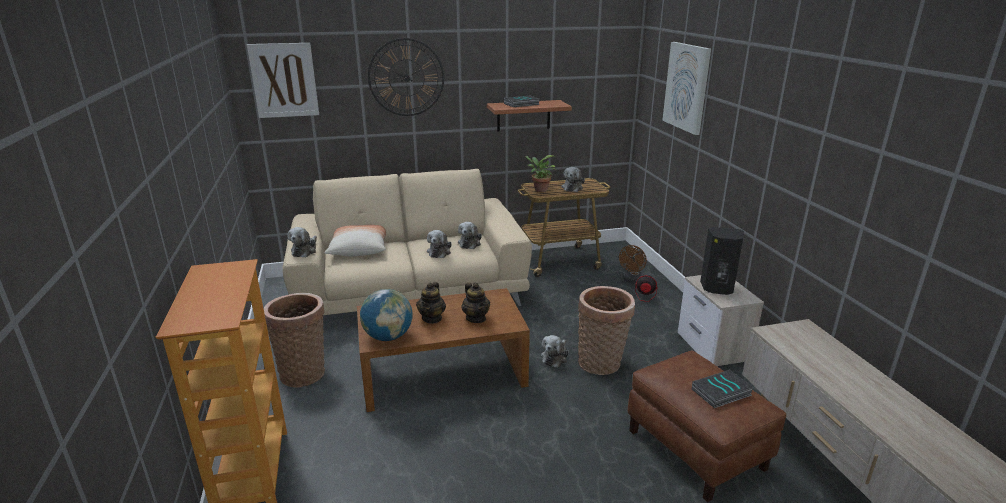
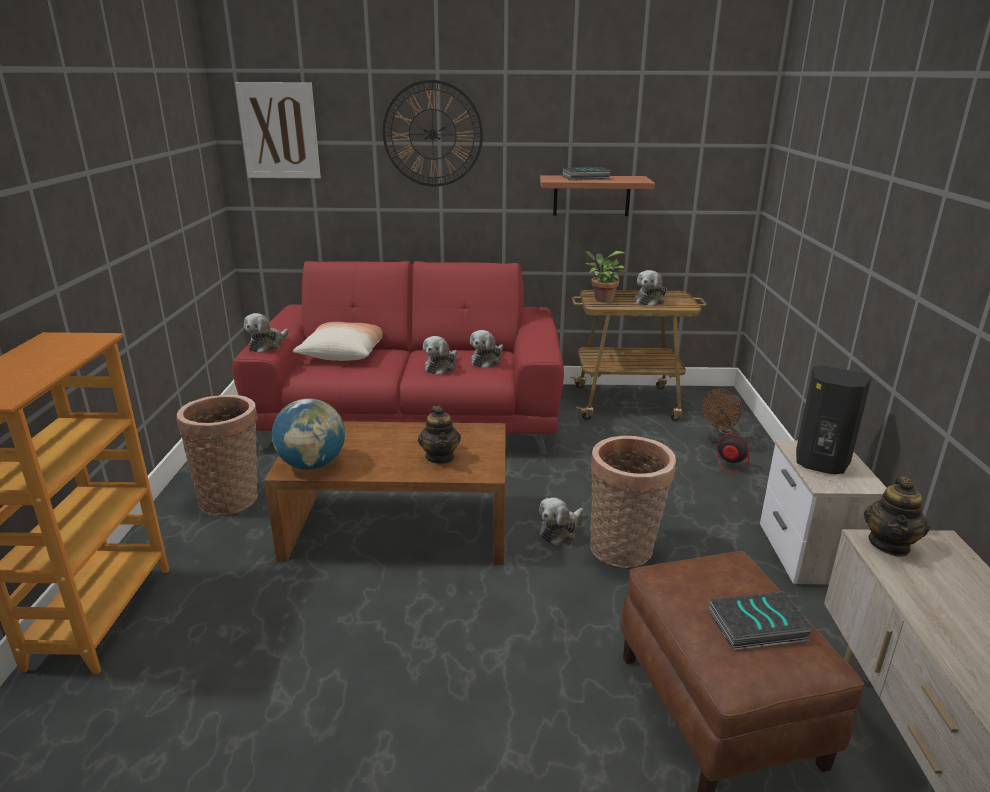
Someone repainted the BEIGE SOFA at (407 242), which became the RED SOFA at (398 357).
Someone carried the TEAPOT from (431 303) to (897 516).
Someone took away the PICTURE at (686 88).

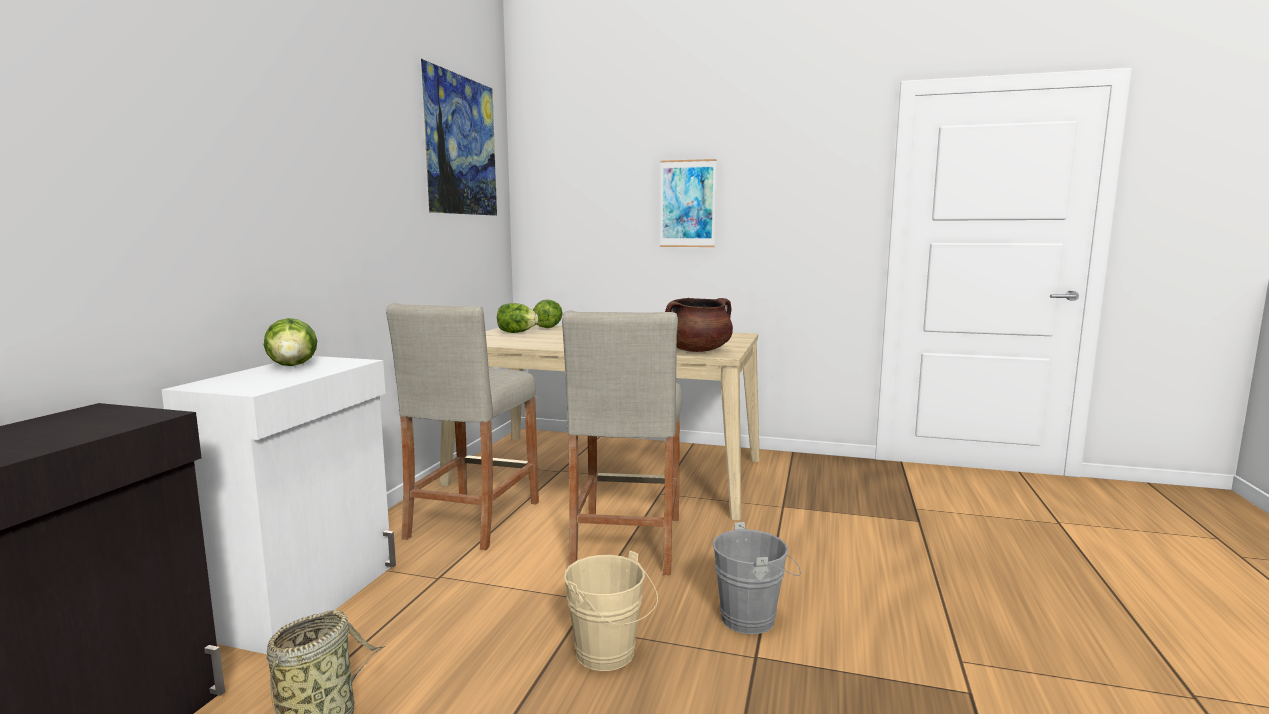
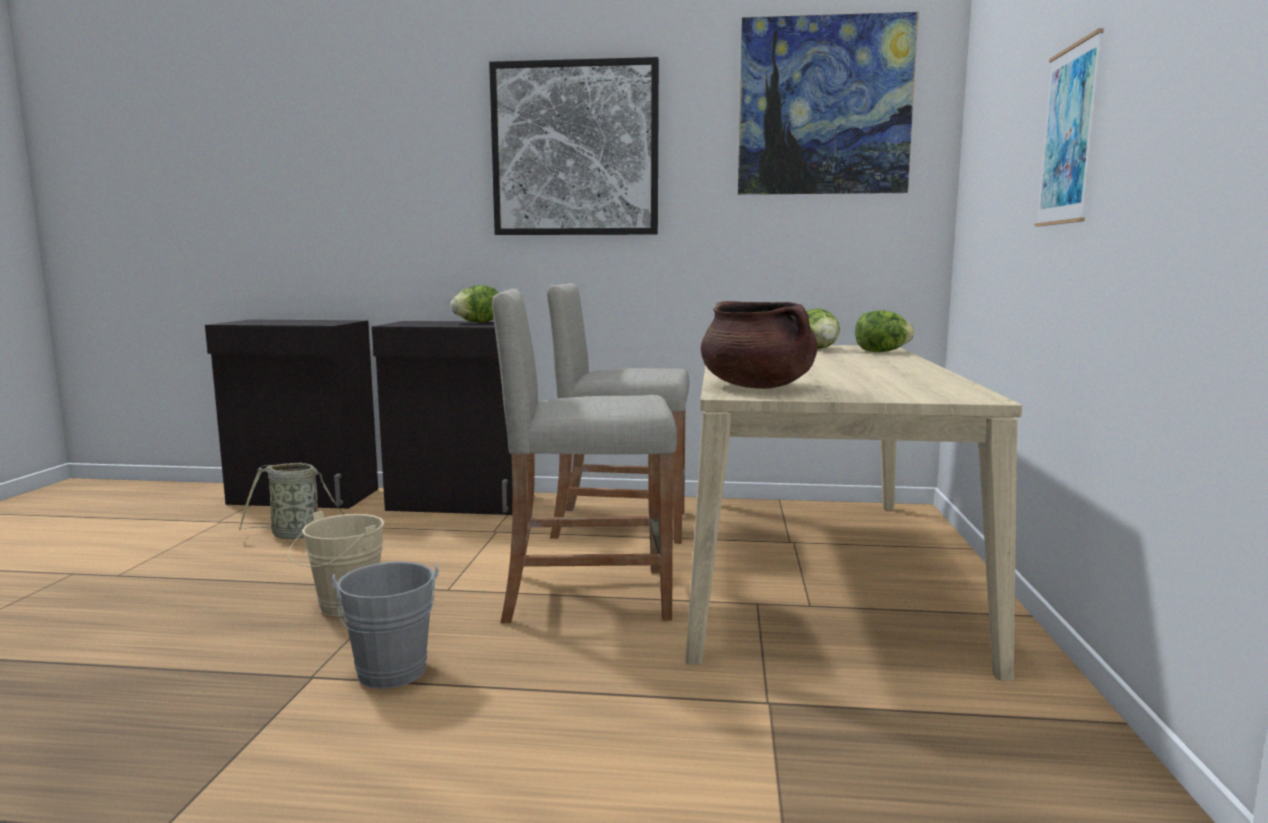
Someone repainted the WHITE CABINET at (279 505), which became the BLACK CABINET at (442 418).
Someone put up the PICTURE at (574 146).

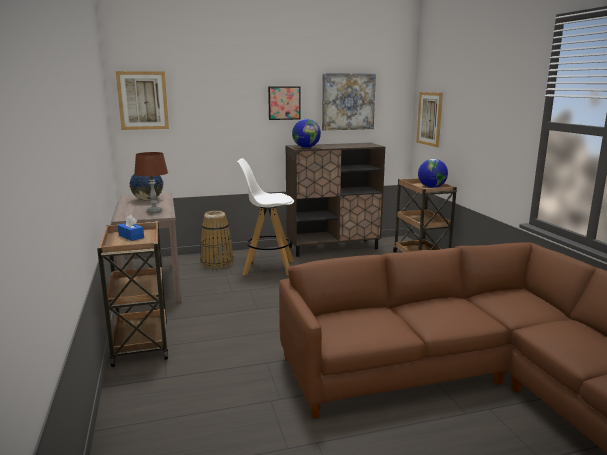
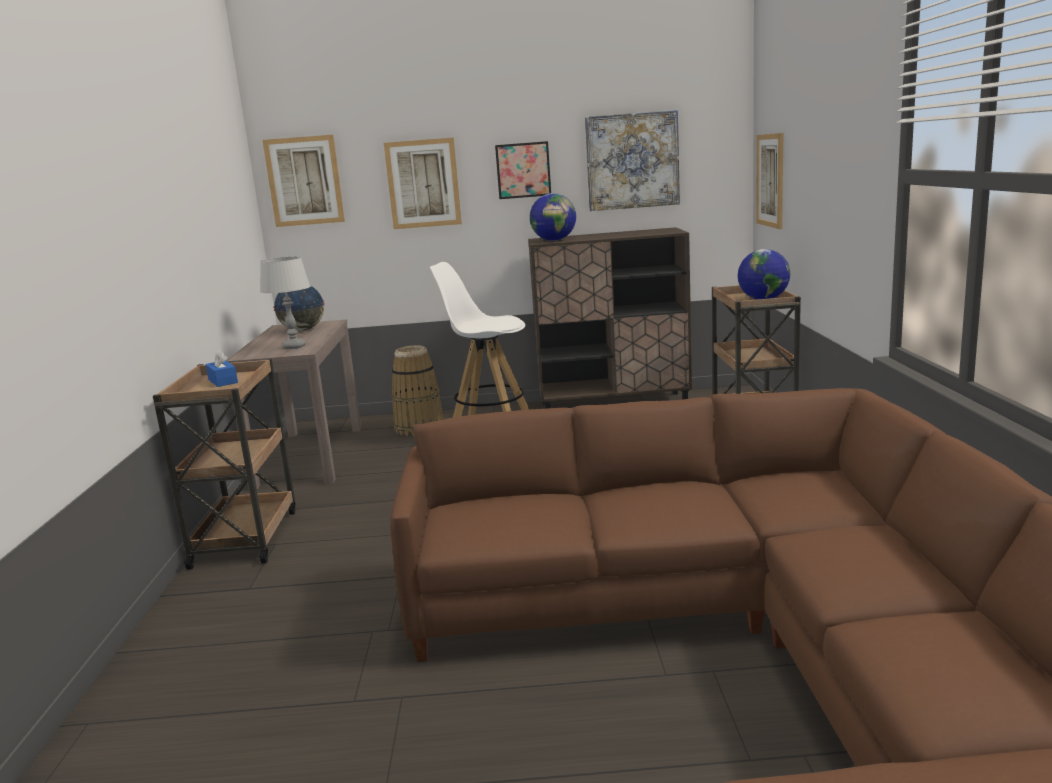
Someone repainted the BROWN TABLE LAMP at (151 183), which became the GREY TABLE LAMP at (285 303).
Someone put up the PICTURE at (423 183).

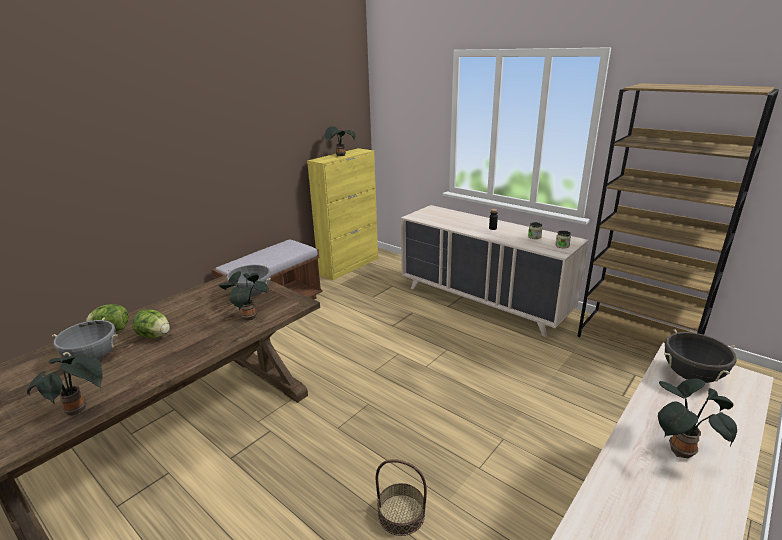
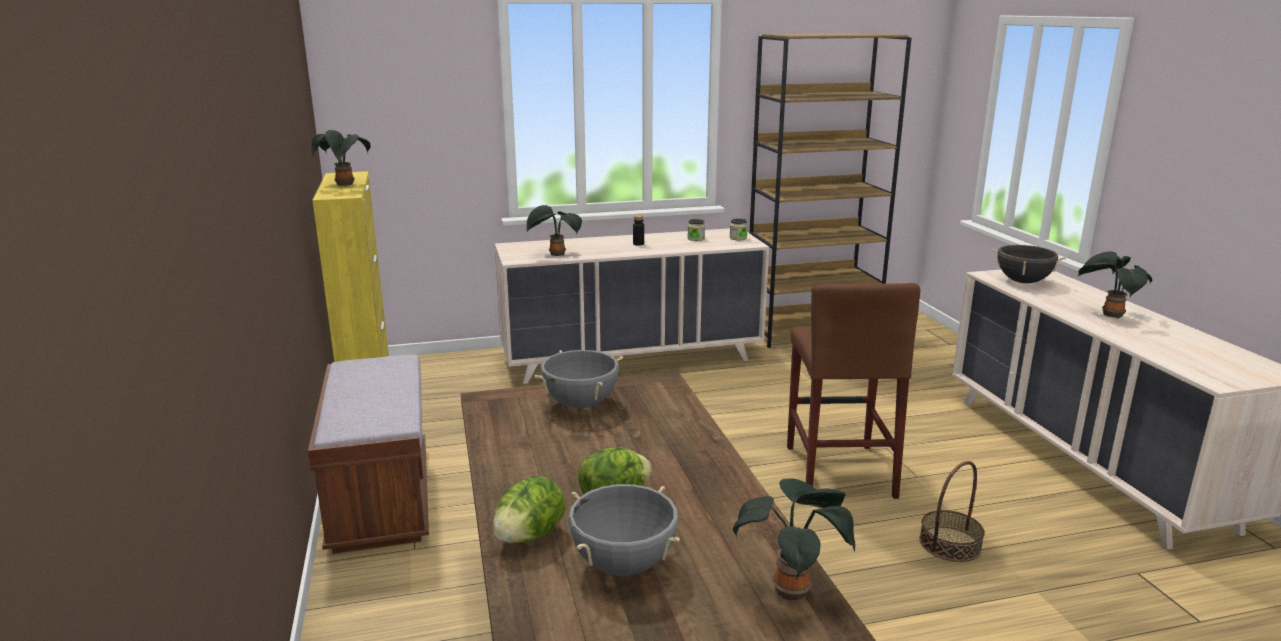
Someone carried the POTTED PLANT from (243 296) to (554 230).
Someone put down the BROWN STOOL at (854 391).

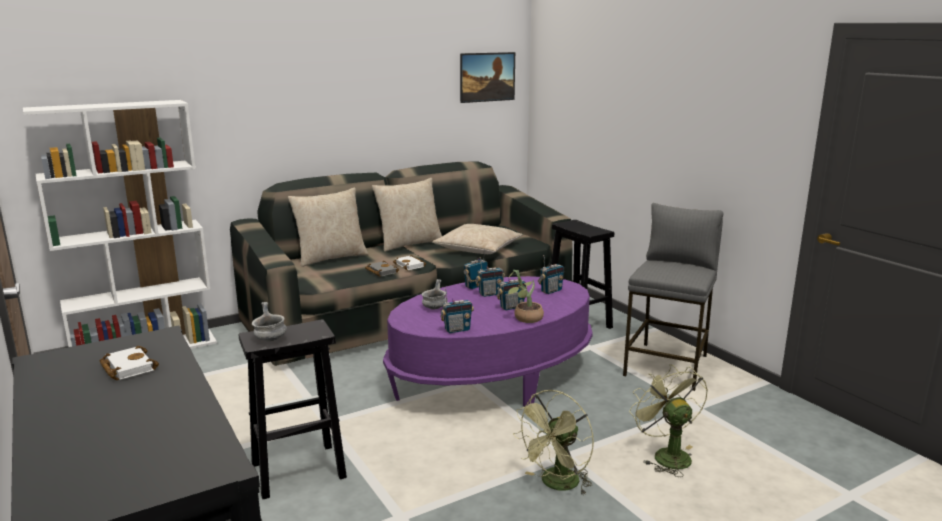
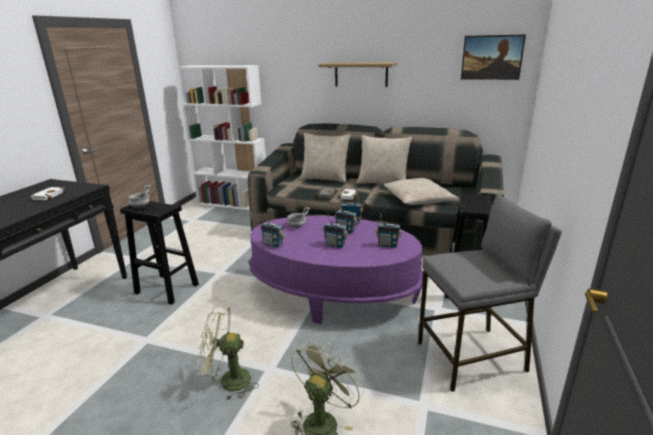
Someone took away the POTTED PLANT at (526 296).
Someone put up the SHELF at (357 74).

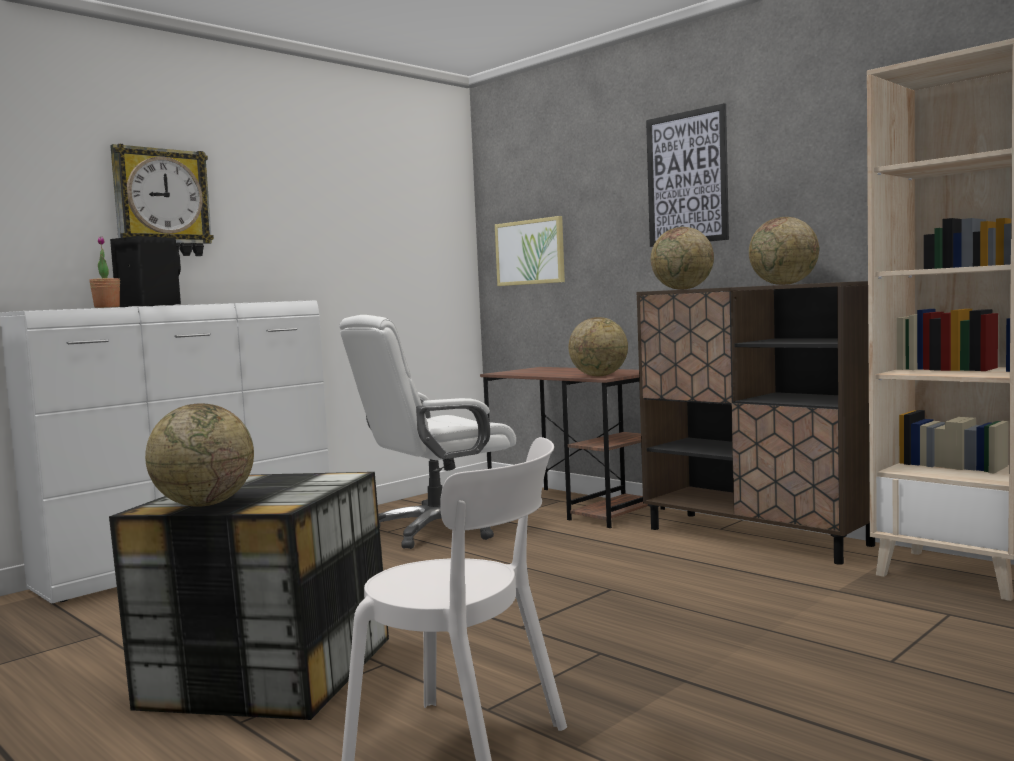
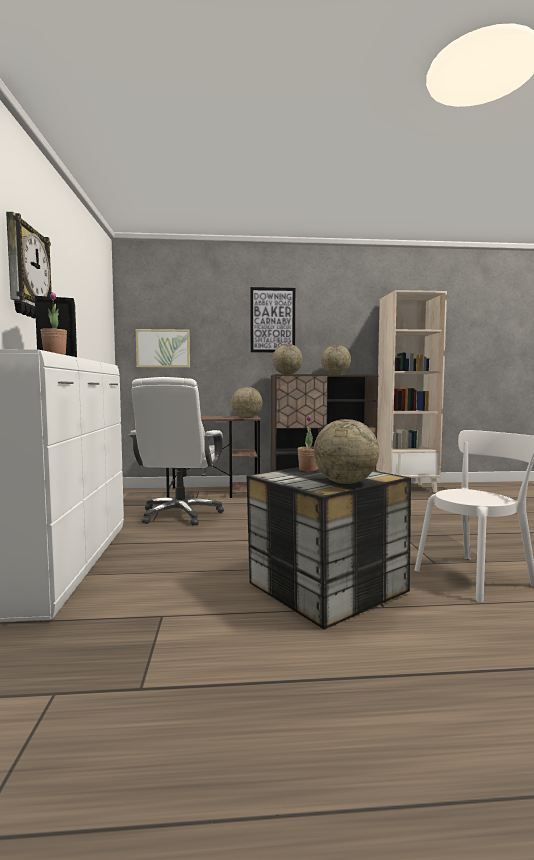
Someone put down the POTTED PLANT at (307 443).

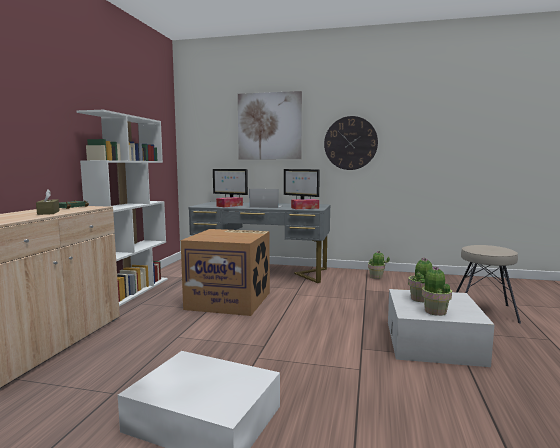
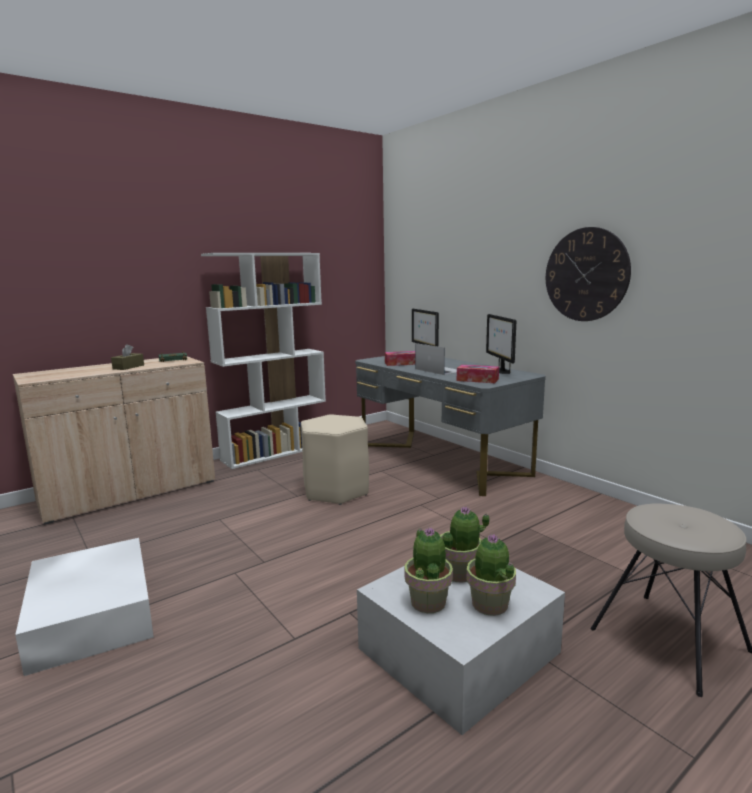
Someone swapped the CARDBOARD BOX at (225 272) for the BEIGE STOOL at (335 460).
Someone took away the PICTURE at (270 125).
Someone carried the POTTED PLANT from (379 265) to (491 575).

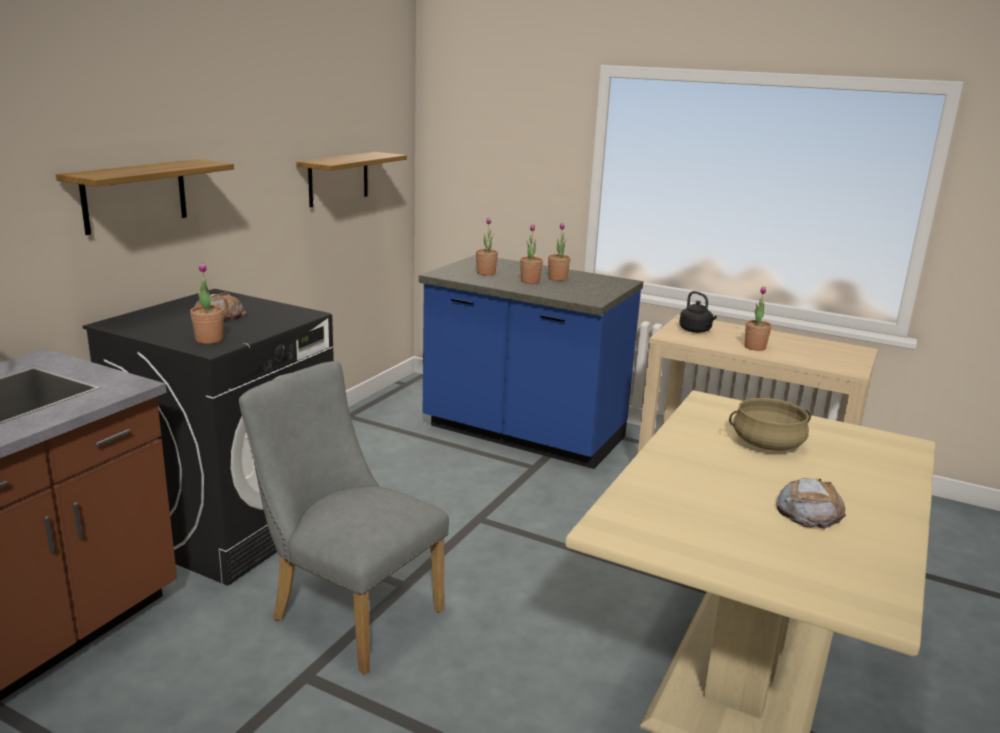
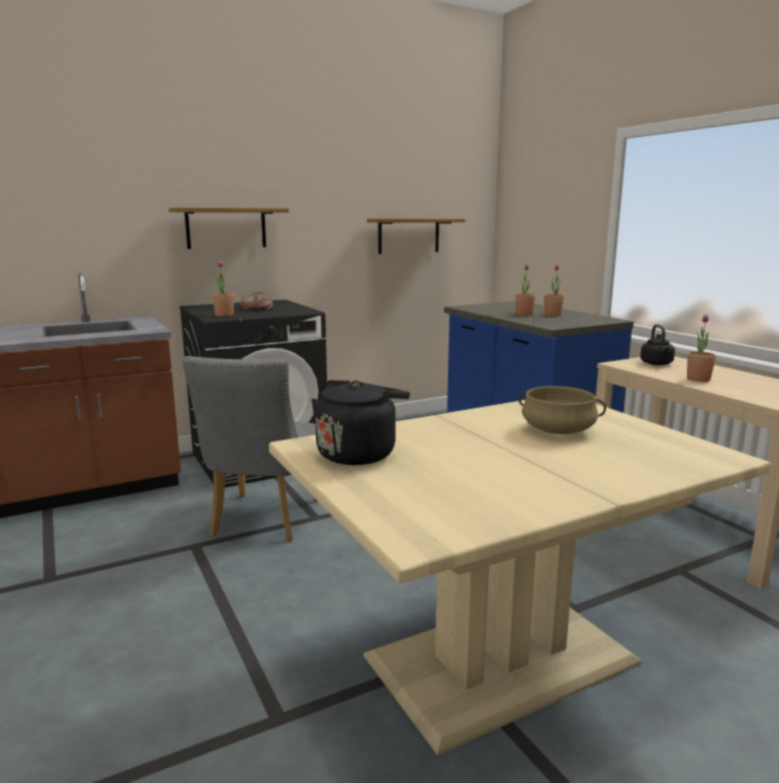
Someone rotated the GREY CHAIR at (344 517) by 150 degrees counterclockwise.
Someone took away the POTTED PLANT at (487 247).
Someone took away the BREAD at (811 503).
Someone put down the BLACK KETTLE at (360 422).

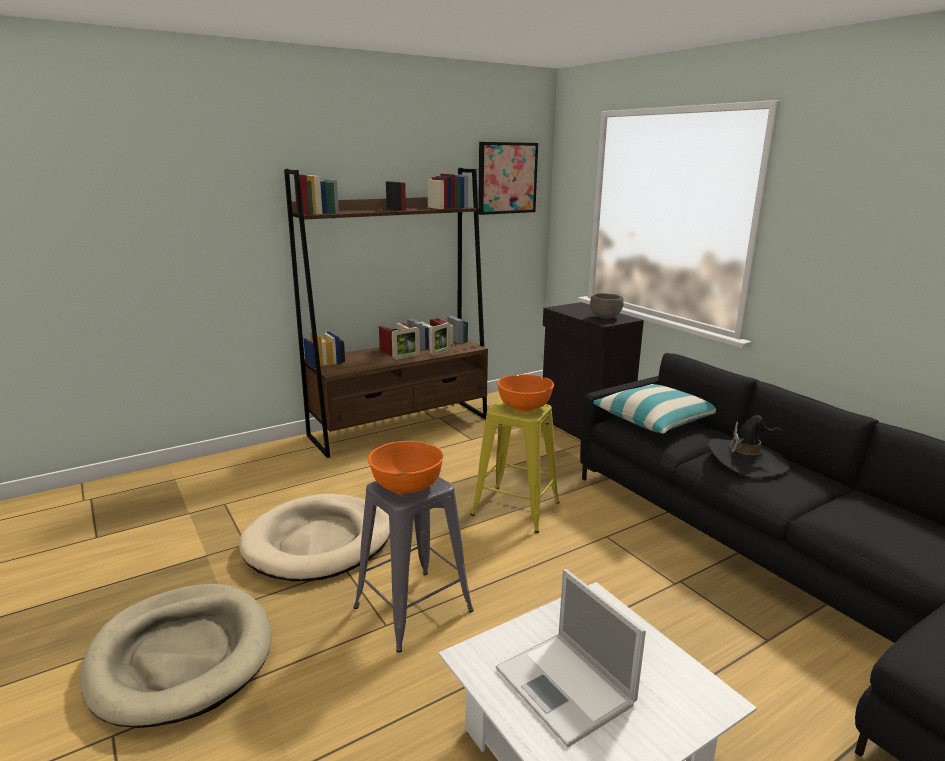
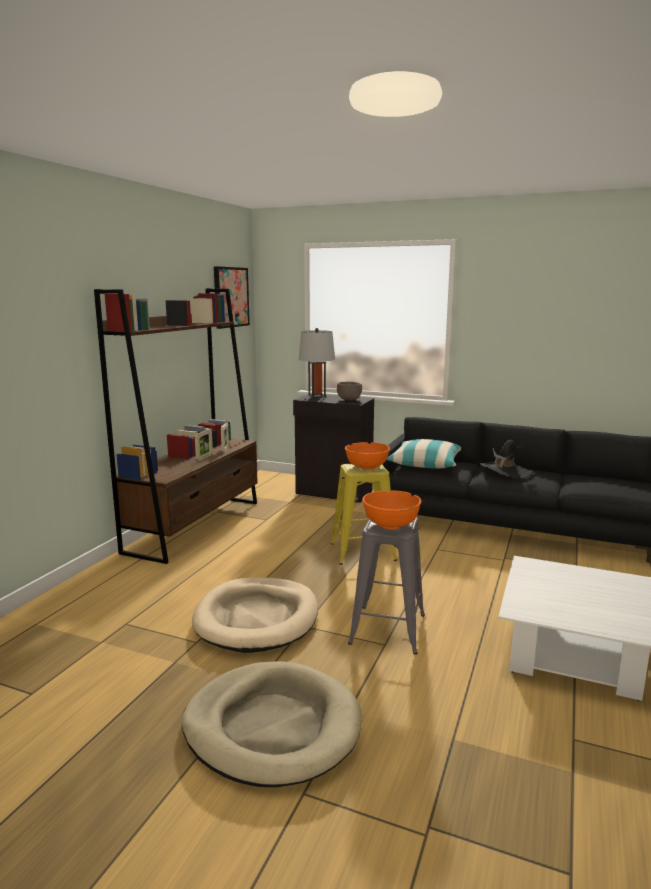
Someone took away the LAPTOP at (571 658).
Someone put down the GREY TABLE LAMP at (317 363).

